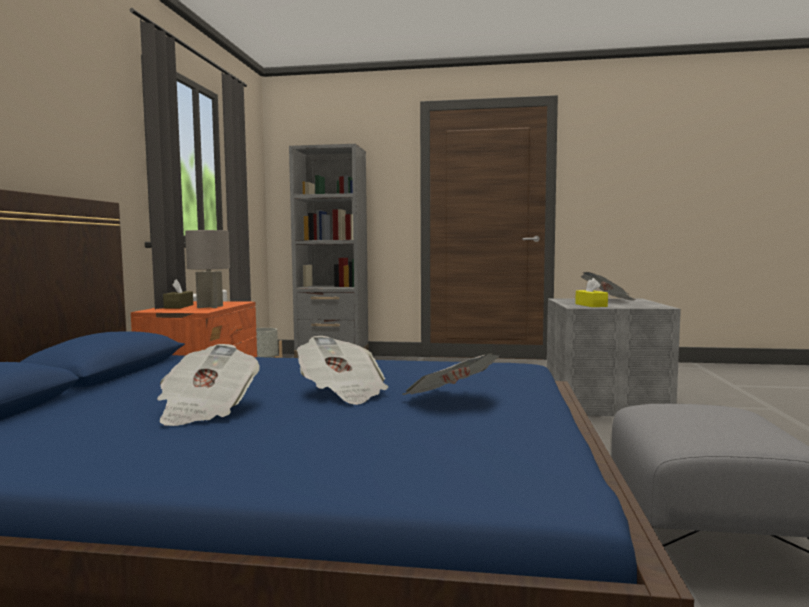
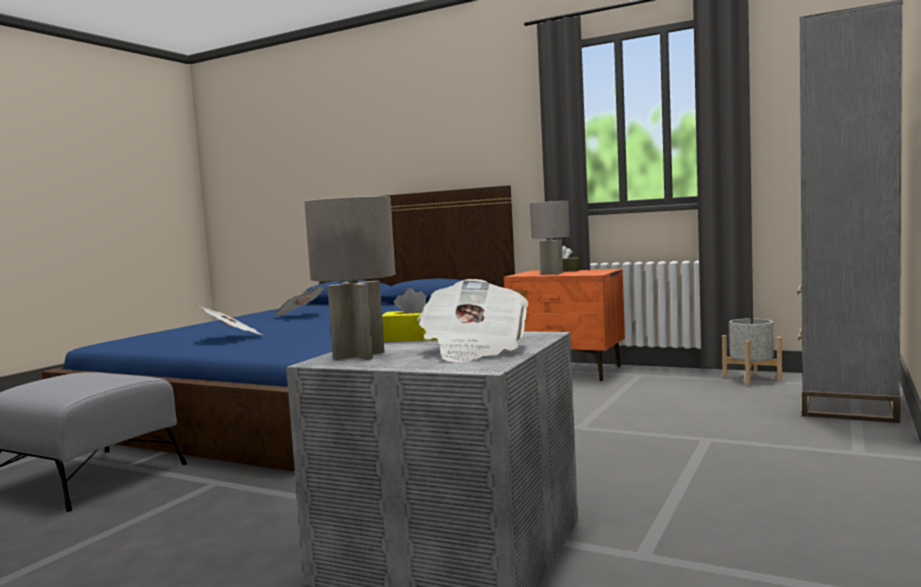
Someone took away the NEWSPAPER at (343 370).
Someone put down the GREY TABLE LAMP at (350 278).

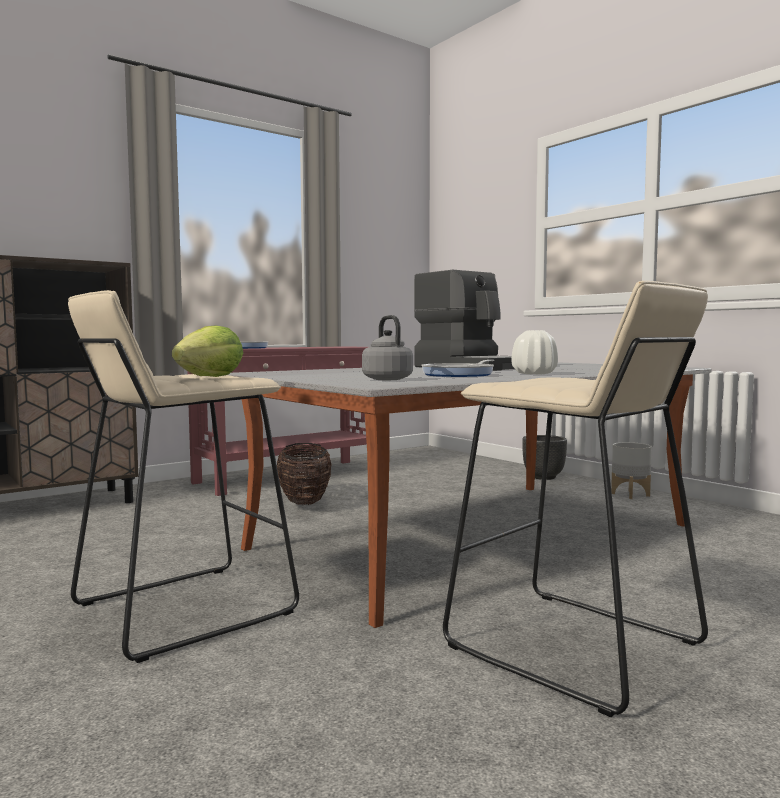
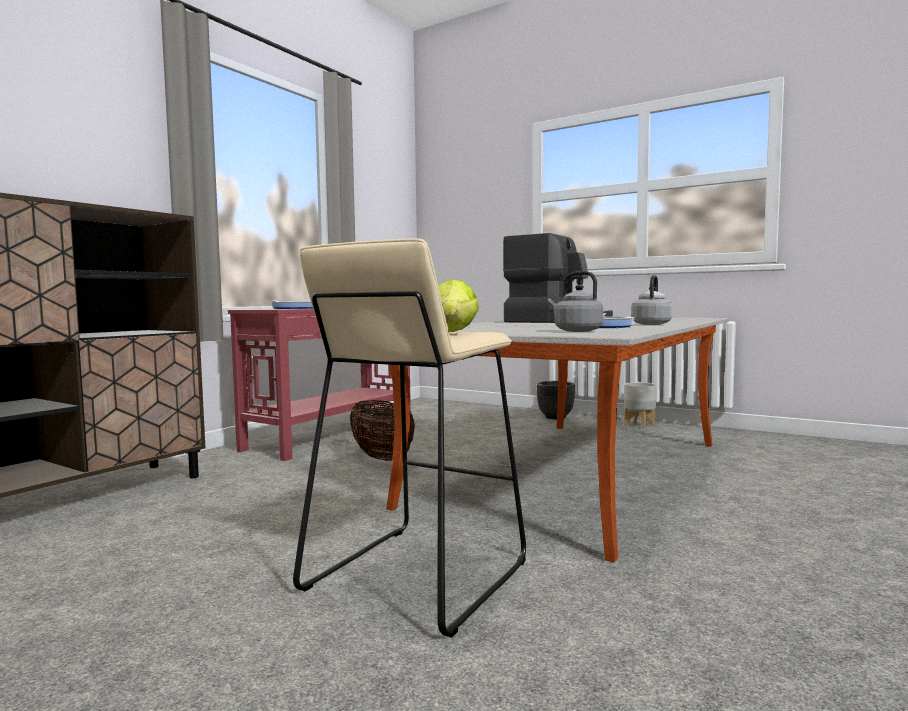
Someone took away the BEIGE STOOL at (575 499).
Someone swapped the WHITE VASE at (534 352) for the GREY KETTLE at (652 300).

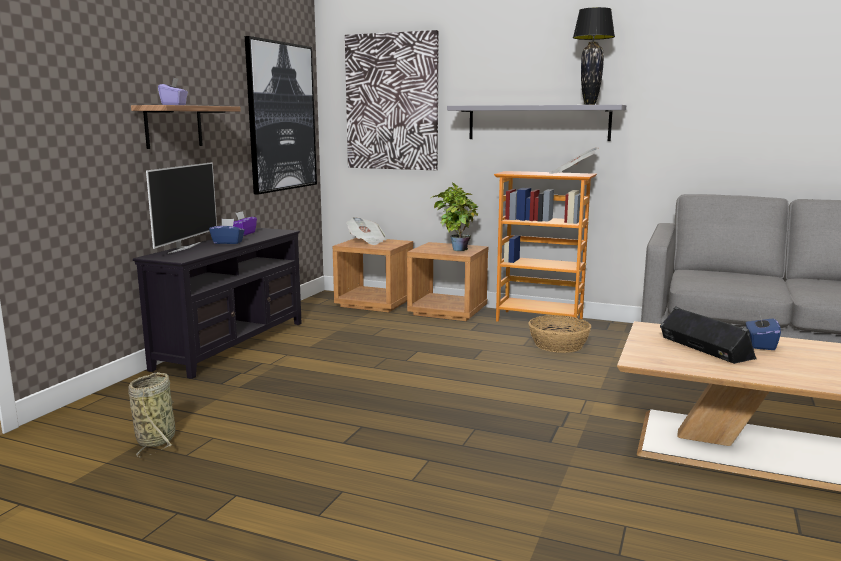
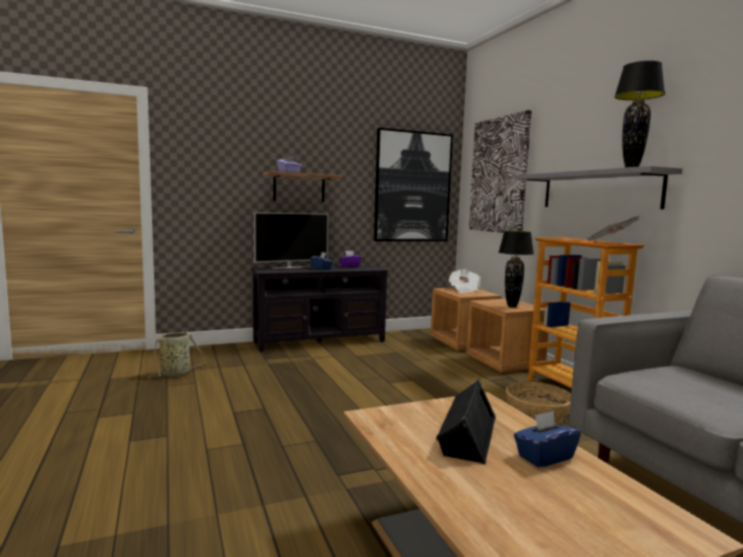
Someone swapped the POTTED PLANT at (455 217) for the BLACK TABLE LAMP at (516 269).

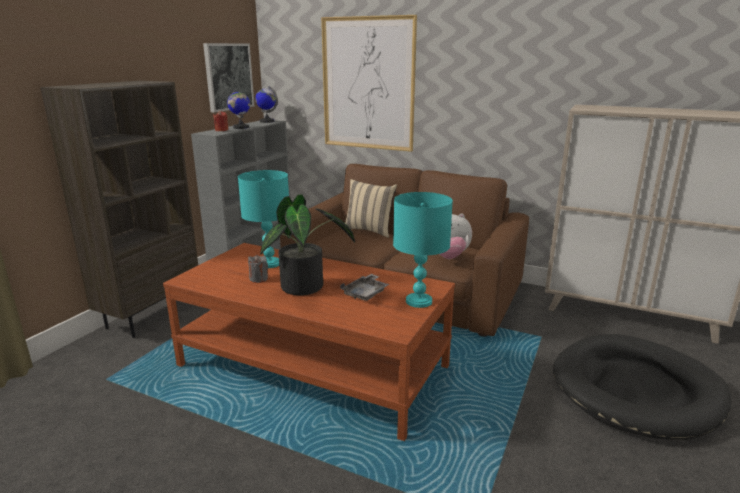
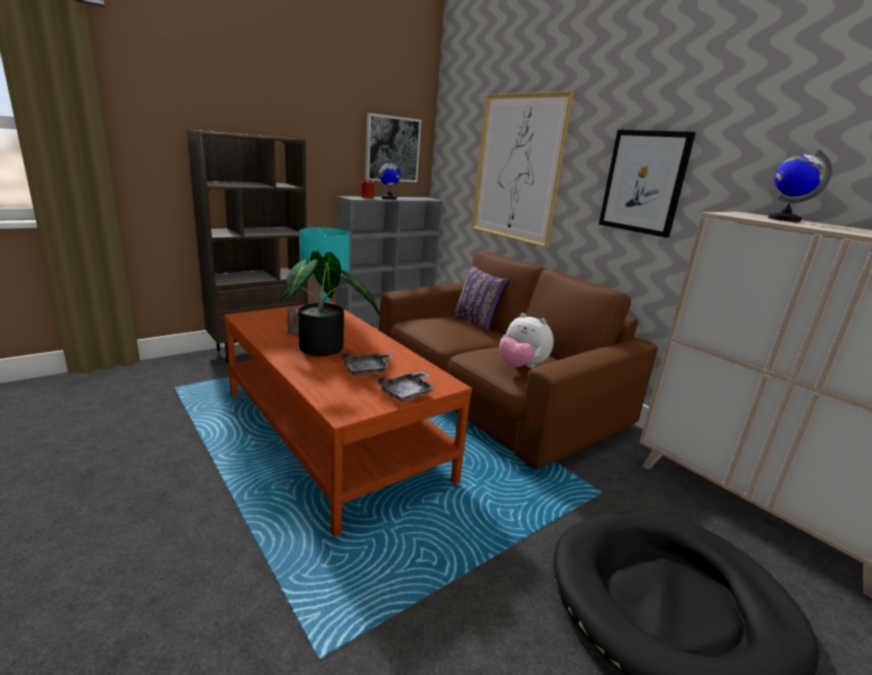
Someone carried the GLOBE from (266 104) to (800 185).
Someone repainted the BEIGE PILLOW at (371 208), which became the PURPLE PILLOW at (481 299).
Someone swapped the TURQUOISE TABLE LAMP at (423 250) for the GREY TRAY at (407 386).
Someone put up the PICTURE at (647 184).

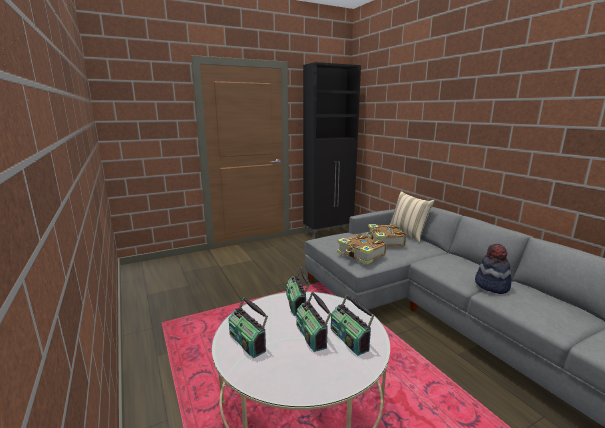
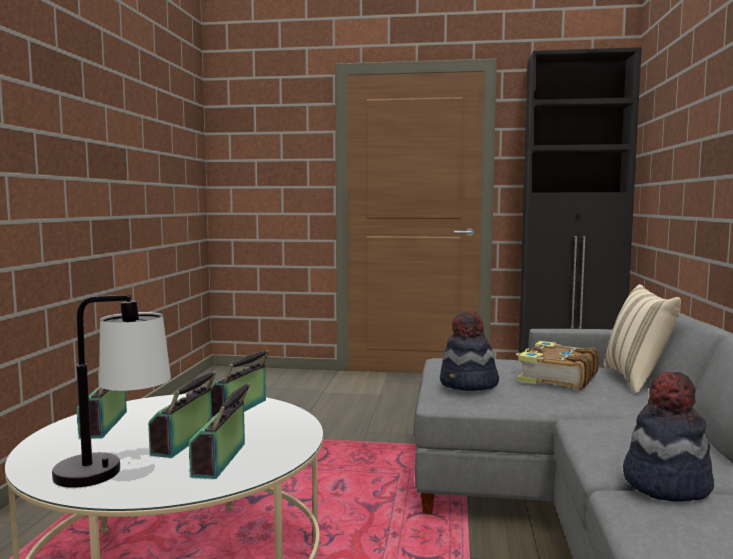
Someone swapped the BOOK at (361 249) for the HAT at (469 351).
Someone put down the TABLE LAMP at (111 391).

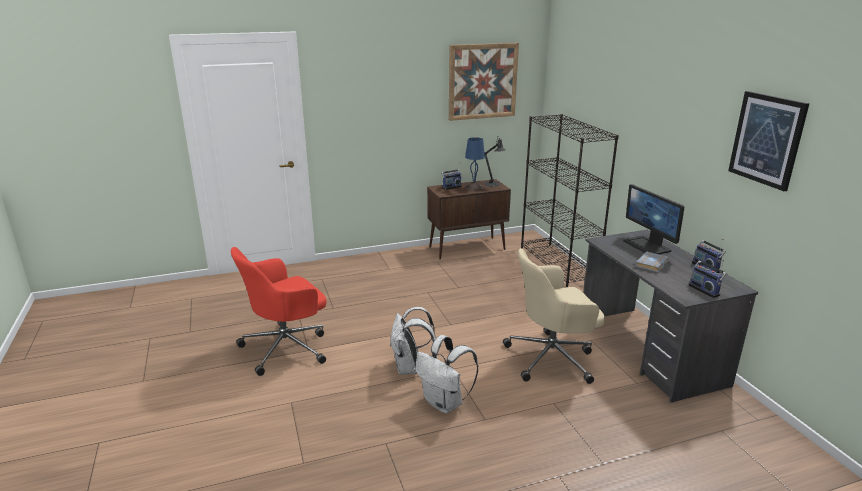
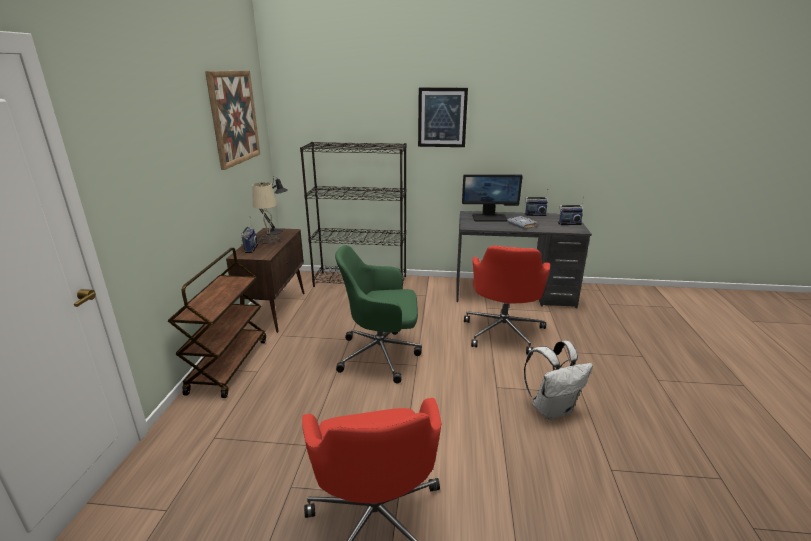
Someone took away the WHITE BACKPACK at (413 341).
Someone repainted the BLUE TABLE LAMP at (475 163), which became the BEIGE TABLE LAMP at (266 213).
Someone repainted the BEIGE OFFICE CHAIR at (554 316), which became the RED OFFICE CHAIR at (507 300).
Someone carried the PICTURE from (768 141) to (443 117).
Someone put down the BROWN CART at (217 323).
Someone put down the GREEN OFFICE CHAIR at (378 314).

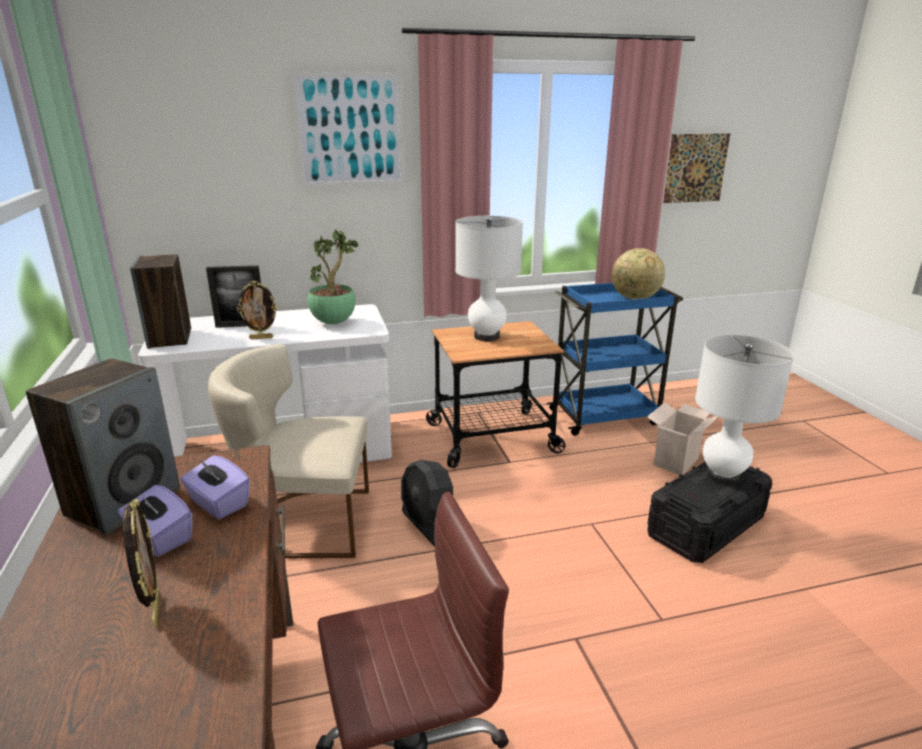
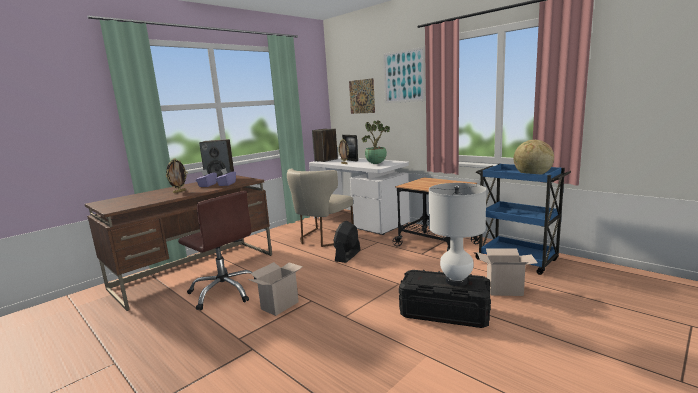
Someone rotated the BEIGE CHAIR at (288 451) by 120 degrees counterclockwise.
Someone took away the WHITE TABLE LAMP at (489 278).
Someone carried the PICTURE from (696 168) to (362 96).
Someone put down the CARDBOARD BOX at (275 289).

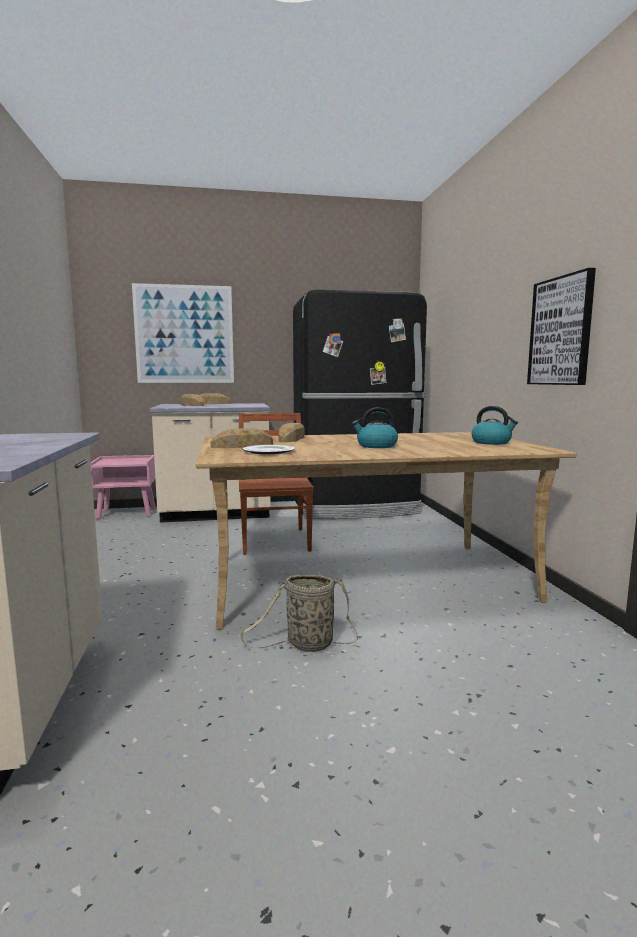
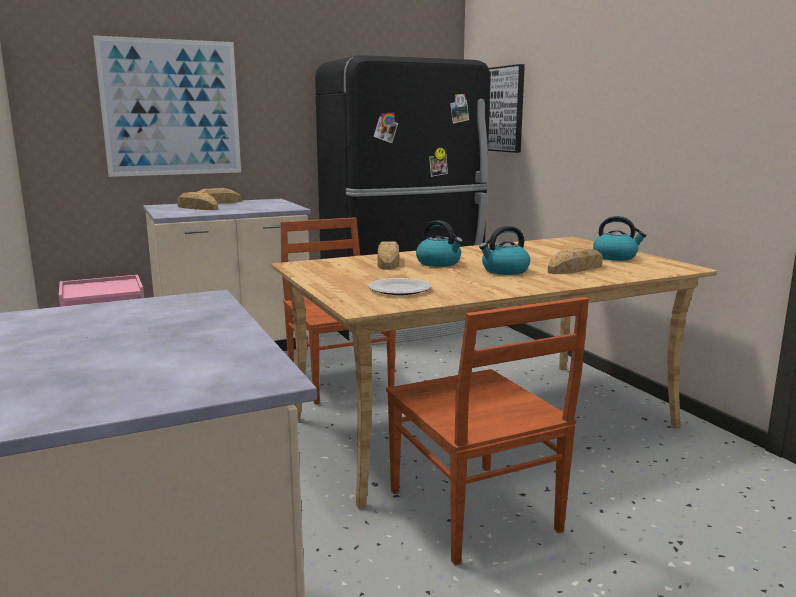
Someone carried the BREAD from (242 438) to (575 260).
Someone swapped the BASKET at (299 613) for the BROWN CHAIR at (487 431).
Someone carried the PICTURE from (561 326) to (506 108).
Someone put down the KETTLE at (439 243).

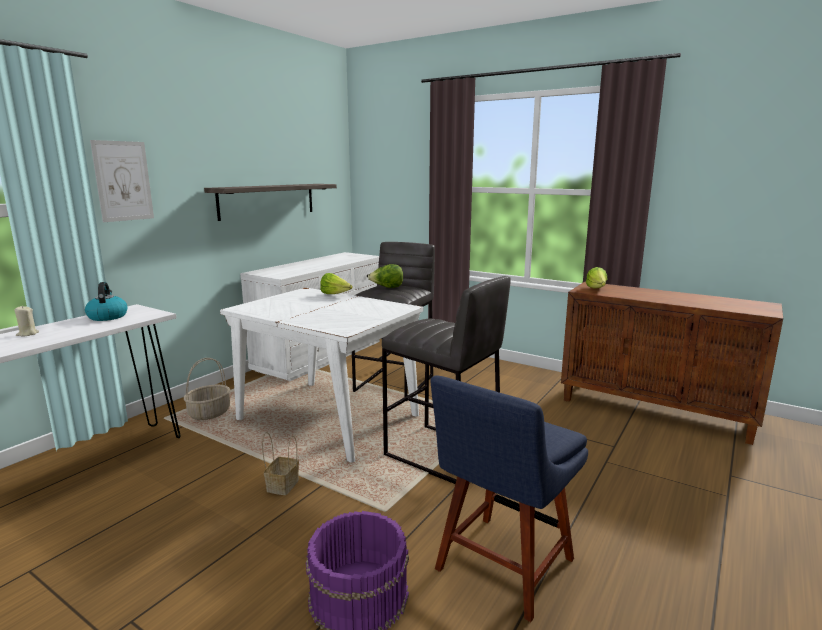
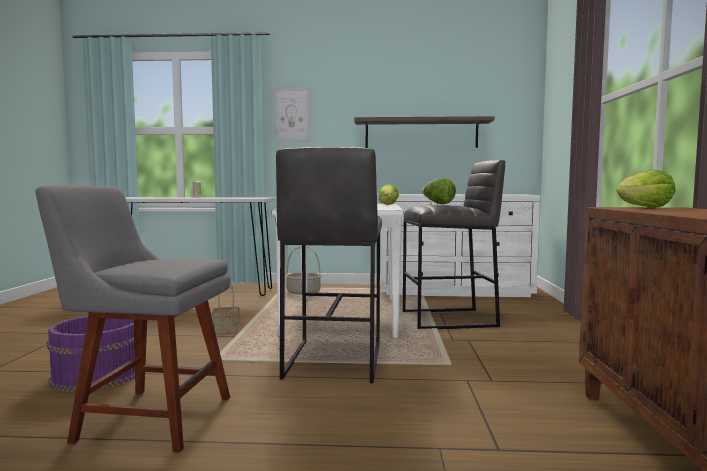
Someone took away the KETTLE at (106 301).
Someone repainted the BLUE CHAIR at (509 499), which became the GREY CHAIR at (133 319).

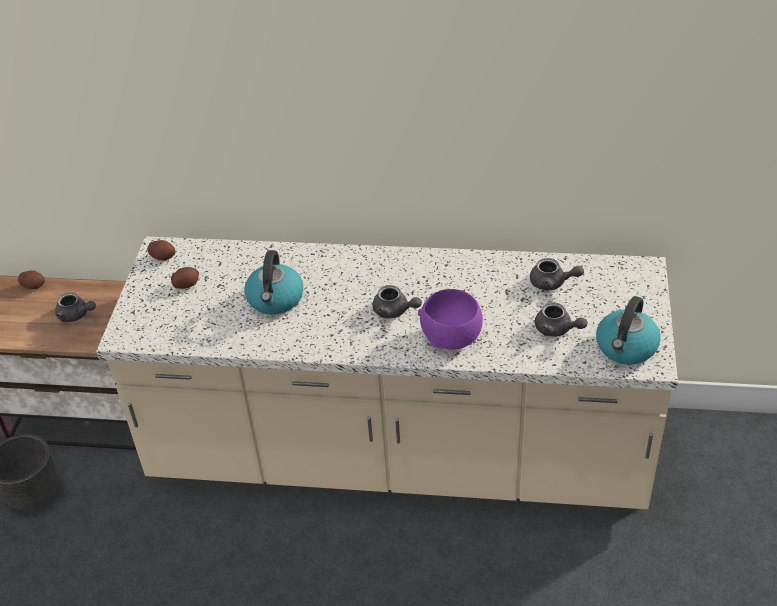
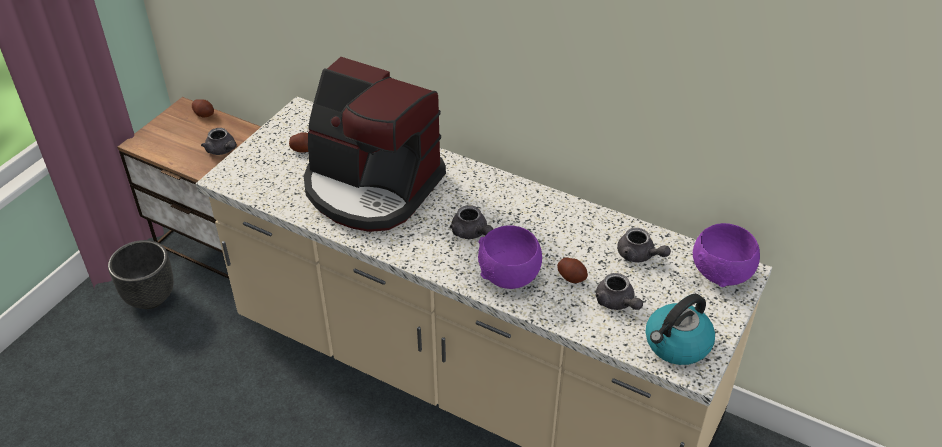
Someone carried the POTATO from (161 250) to (572 270).
Someone swapped the KETTLE at (273 282) for the COFFEE MACHINE at (375 144).
Someone put down the PURPLE BOWL at (726 255).

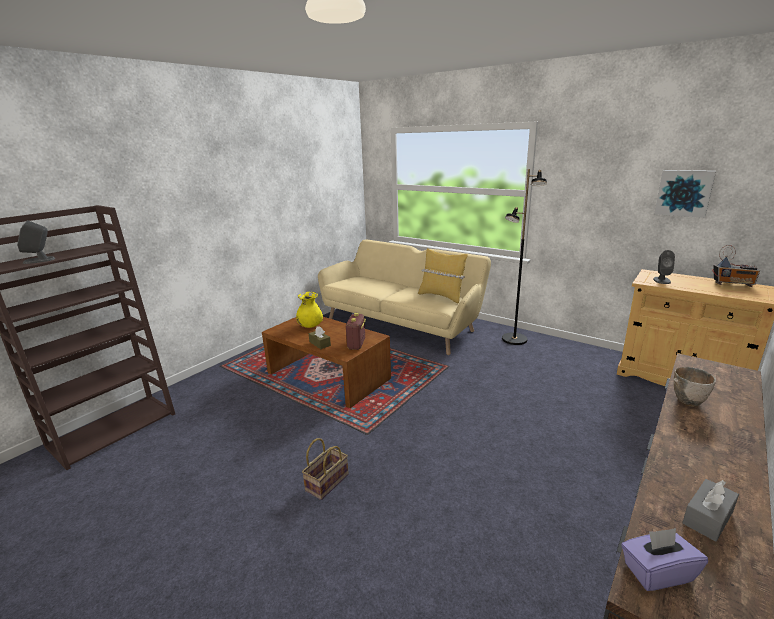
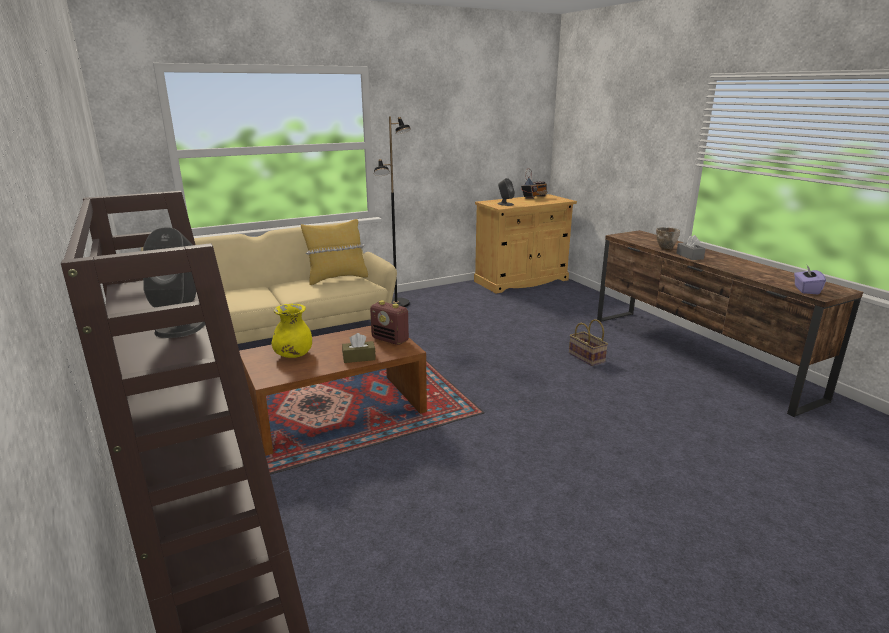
Someone carried the BASKET from (325 469) to (588 342).
Someone took away the PICTURE at (685 194).
Someone carried the GREY TISSUE BOX from (710 510) to (691 247).

